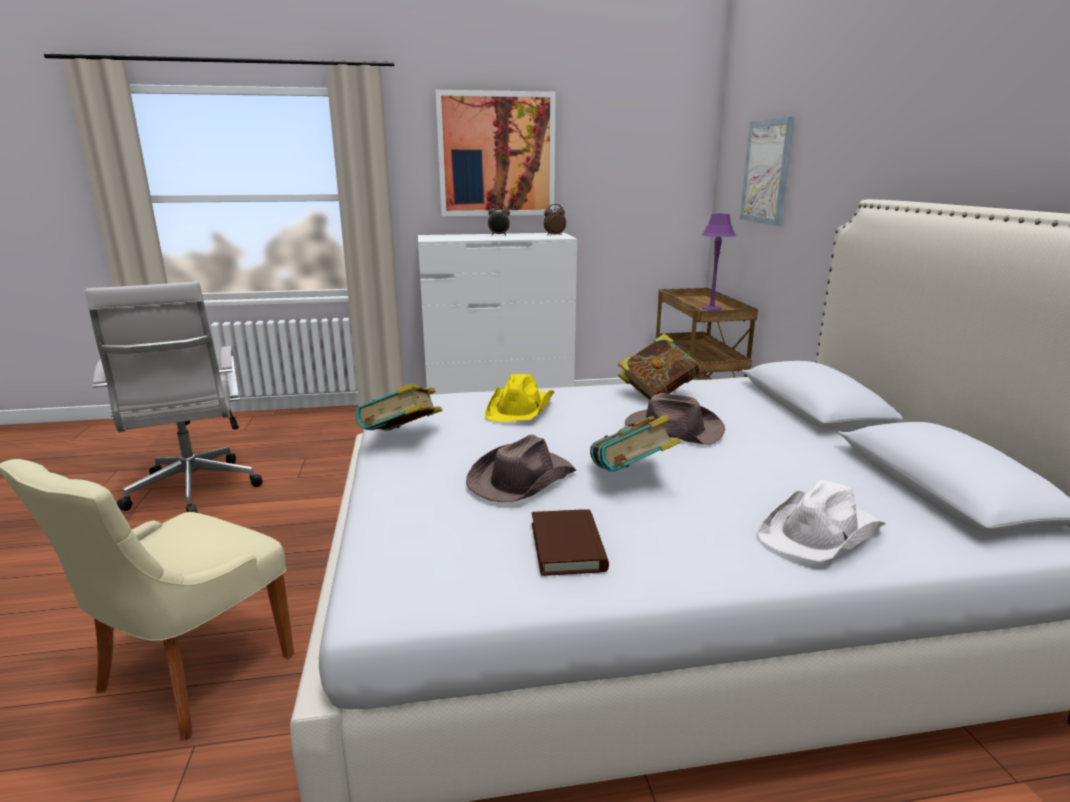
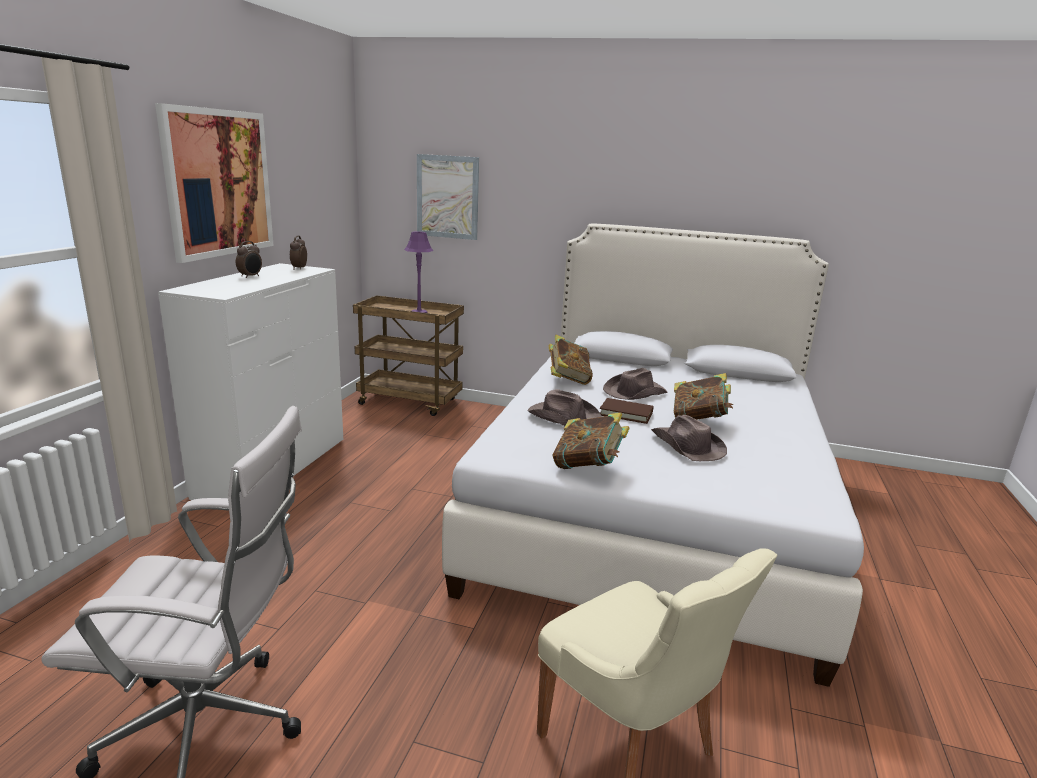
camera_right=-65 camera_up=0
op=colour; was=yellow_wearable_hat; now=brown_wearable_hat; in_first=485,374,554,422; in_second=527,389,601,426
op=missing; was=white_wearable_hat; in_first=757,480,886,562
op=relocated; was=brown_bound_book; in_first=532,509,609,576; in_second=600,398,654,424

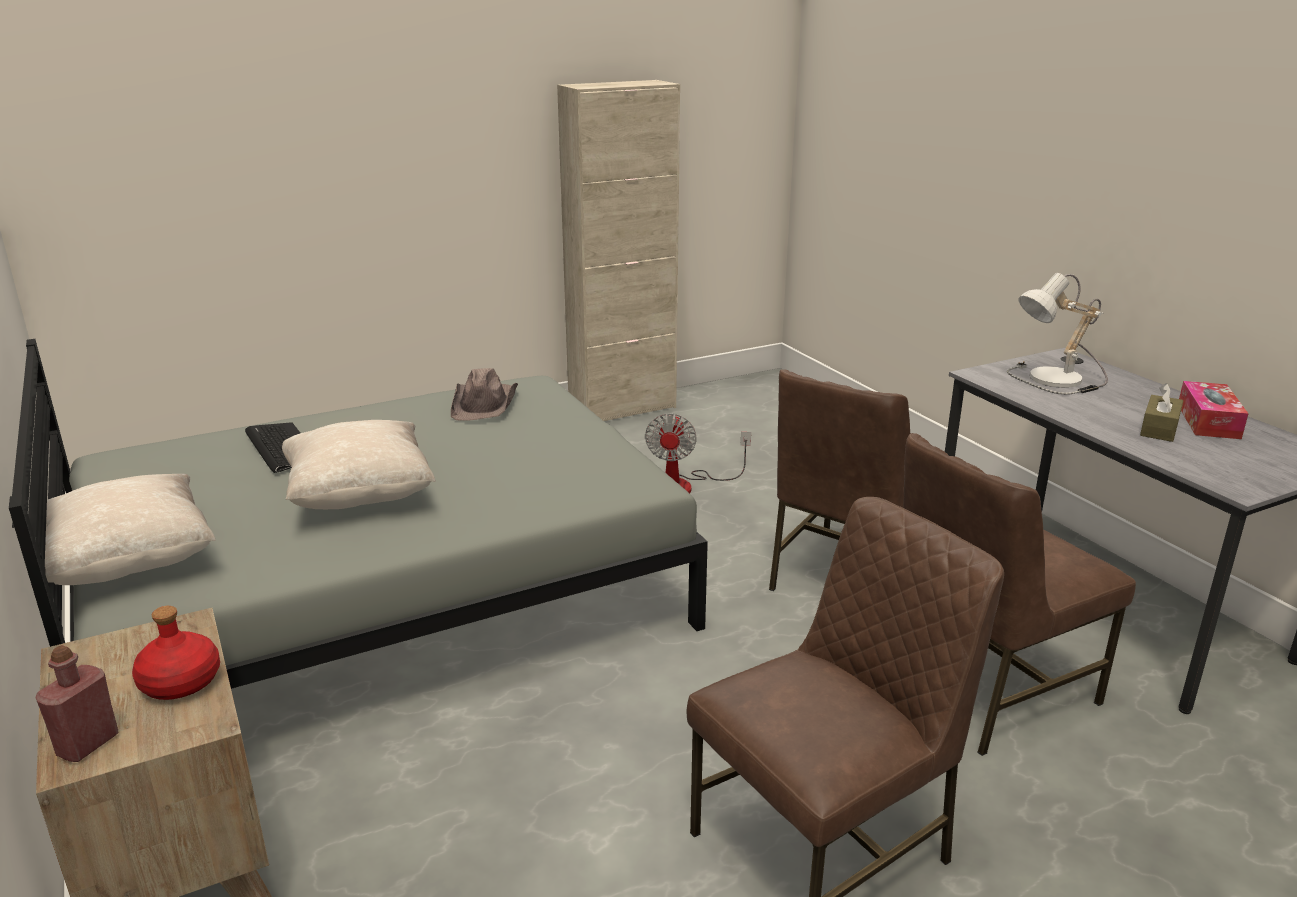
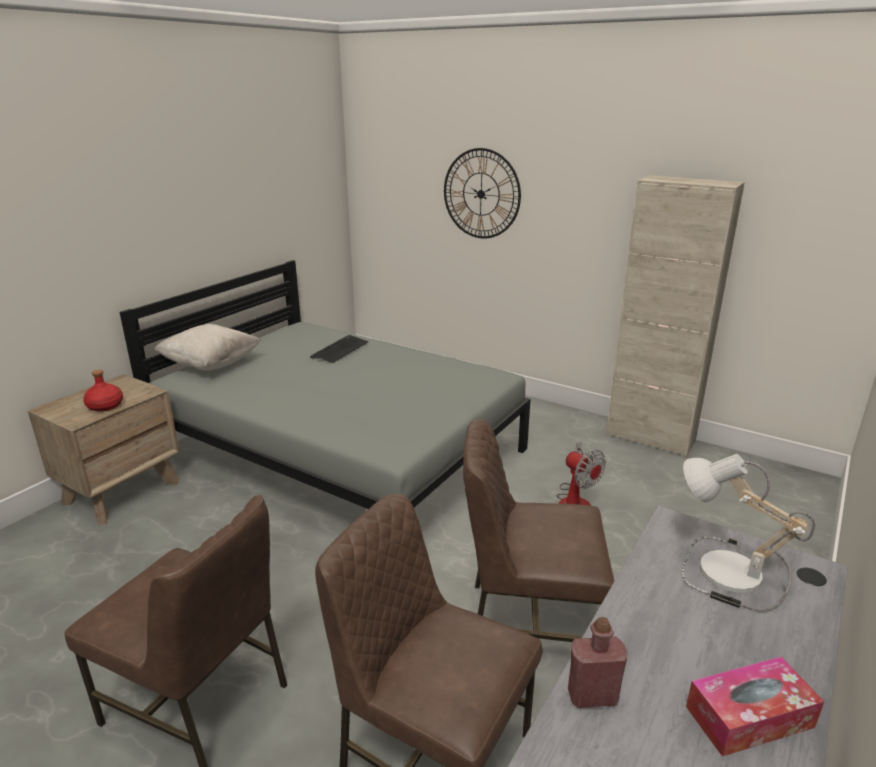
camera_right=60 camera_up=0
op=missing; was=brown_wearable_hat; in_first=451,368,518,421
op=missing; was=brown_box_of_tissues; in_first=1140,383,1183,442
op=spun; was=electric_fan; in_first=645,413,751,493; in_second=557,441,606,506; clockwise=-105
op=missing; was=beige-coloured_throw_pillow; in_first=282,420,436,509
op=relocated; was=reddish_beverage_bottle; in_first=35,645,119,762; in_second=568,617,628,708
op=appeared; now=wall_clock; in_second=444,148,521,239

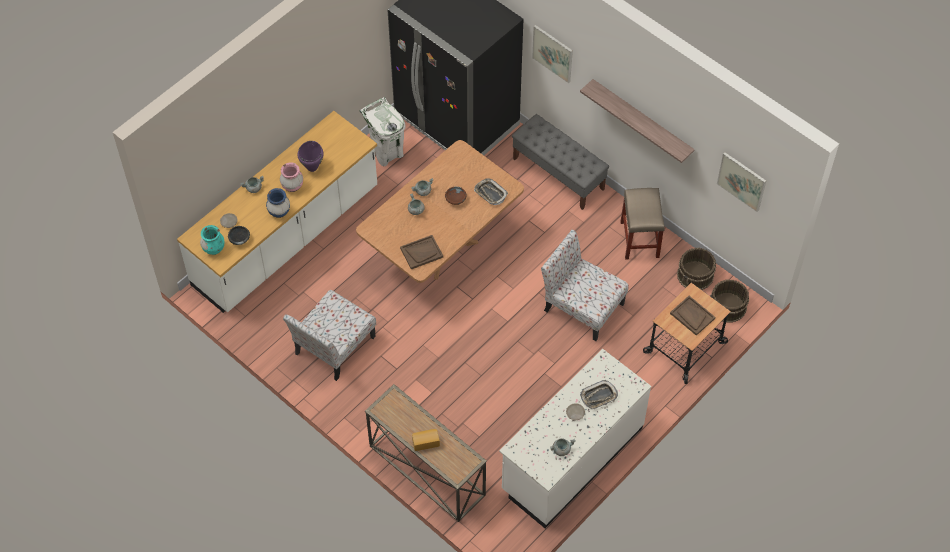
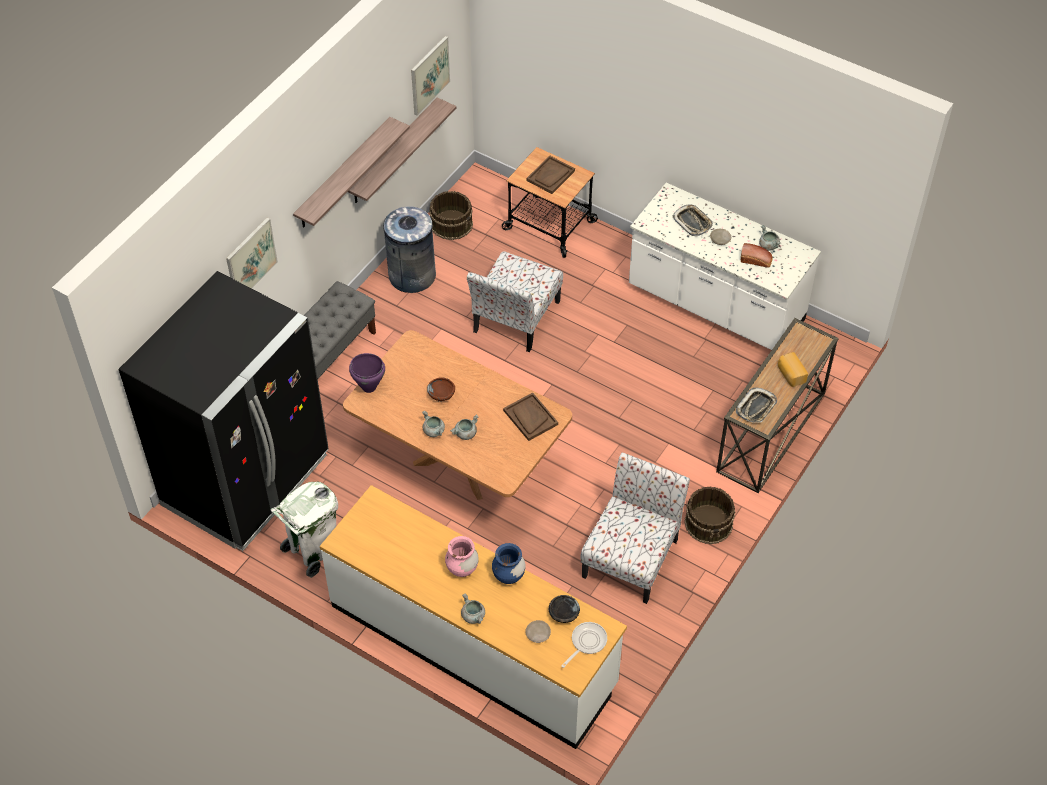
camera_right=-100 camera_up=-5
op=relocated; was=purple-coloured_stockpot; in_first=298,141,324,172; in_second=349,353,385,393
op=relocated; was=tray; in_first=474,178,508,205; in_second=736,387,777,422
op=exchanged; was=beige-coloured_stool_seat; now=gray_trash_can; in_first=620,188,665,260; in_second=383,207,436,293
op=exchanged; was=turquoise-coloured_flower_vase; now=pan; in_first=200,225,225,255; in_second=561,622,607,668
op=relocated; was=brown_pail; in_first=710,280,749,323; in_second=684,486,735,544
op=spun; was=chair; in_first=283,290,376,381; in_second=580,452,690,604; clockwise=-90
op=appeared; now=wall_shelf; in_second=348,98,456,203
op=appeared; now=bakery_bread; in_second=741,243,773,268

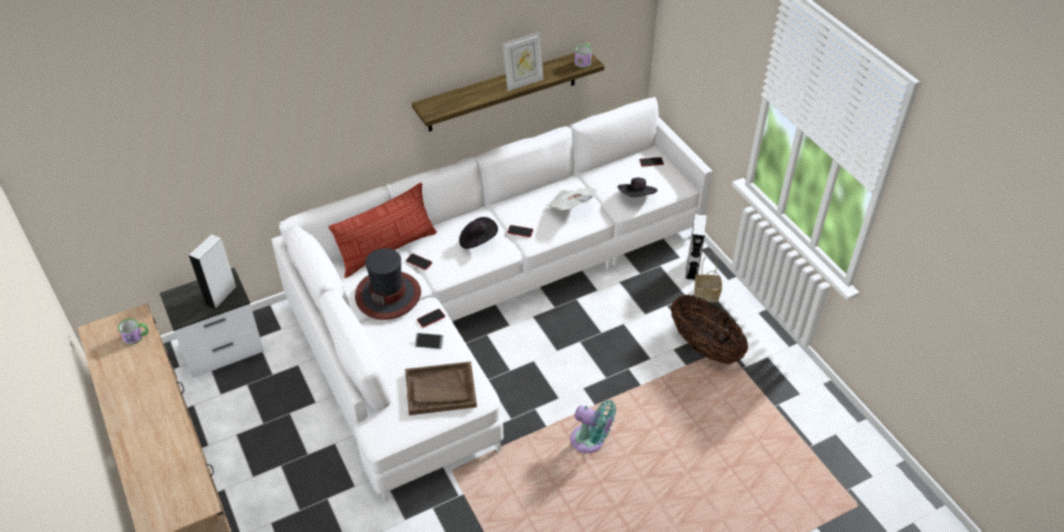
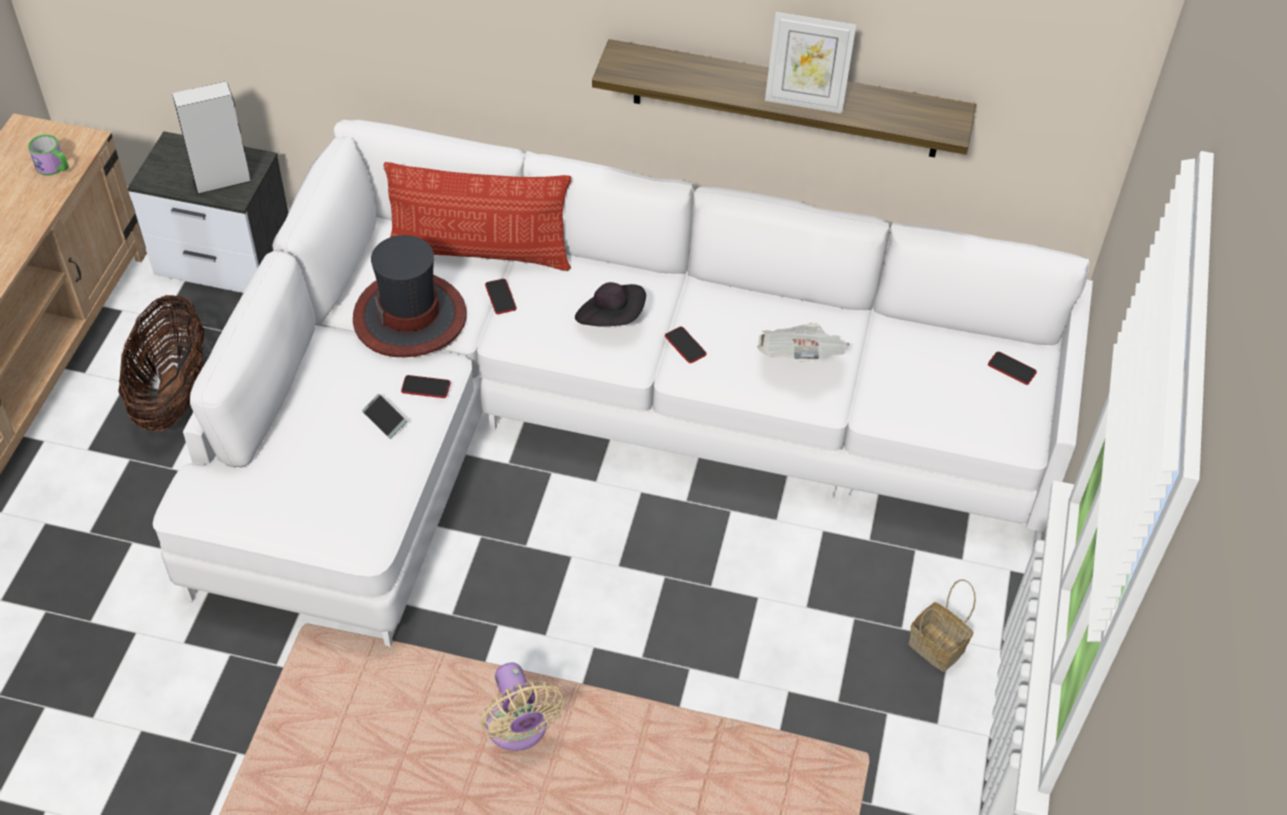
camera_right=40 camera_up=5
op=missing; was=mug; in_first=575,44,592,68
op=missing; was=black_wearable_hat; in_first=618,178,658,197
op=missing; was=gray_loudspeaker; in_first=685,214,707,280
op=relocated; was=household_basket; in_first=671,295,748,365; in_second=118,295,204,431
op=missing; was=brown_tray; in_first=405,361,477,415
op=colour; was=turquoise-coloured_electric_fan; now=beige-coloured_electric_fan; in_first=570,400,616,453; in_second=481,662,564,751

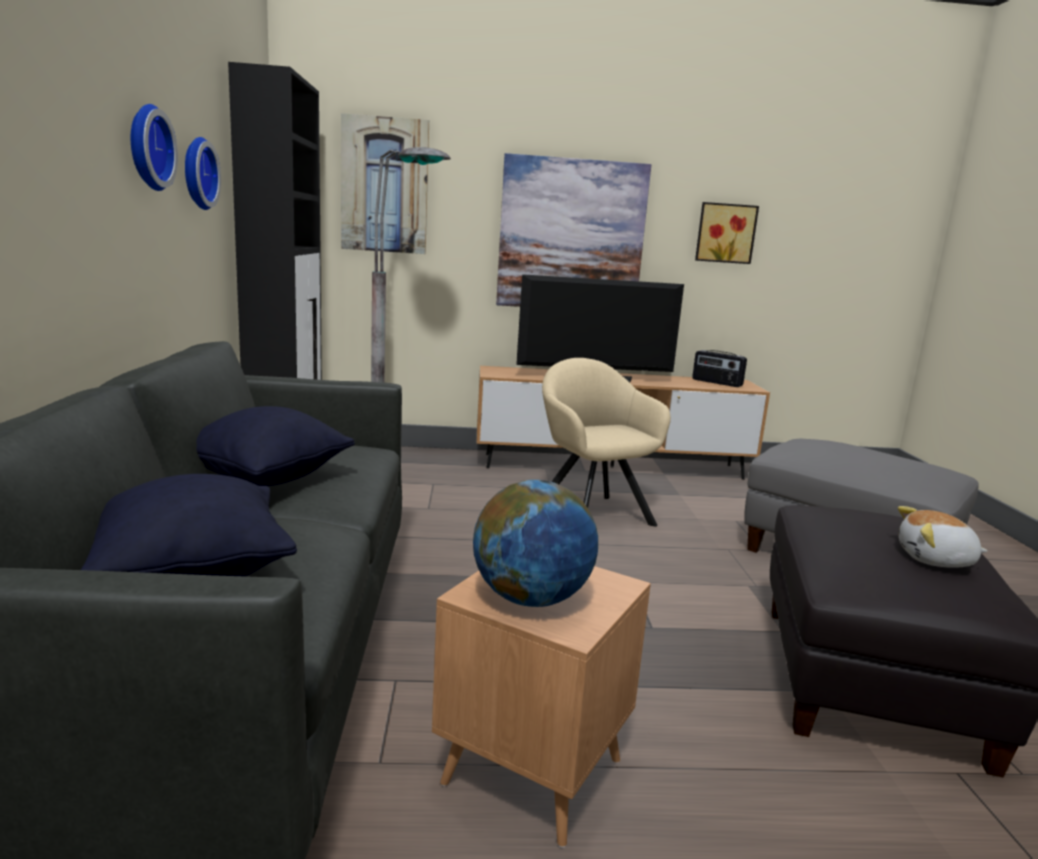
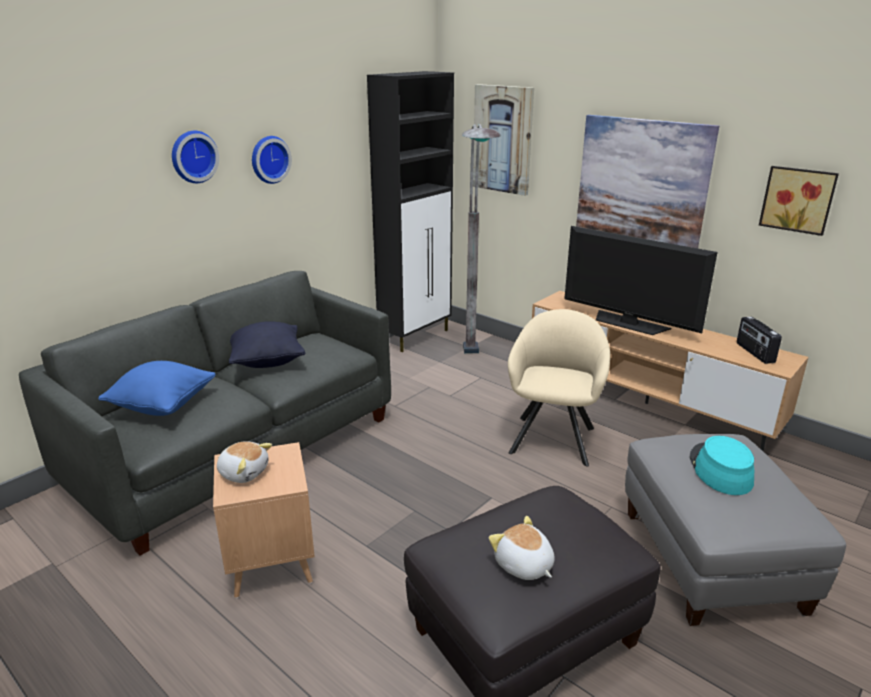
camera_right=45 camera_up=10
op=relocated; was=wall_clock; in_first=185,137,221,210; in_second=172,131,219,183
op=colour; was=black_throw_pillow; now=blue-coloured_throw_pillow; in_first=81,474,297,577; in_second=98,361,216,416
op=exchanged; was=desk_globe; now=plush_toy; in_first=473,480,598,607; in_second=217,441,272,483
op=appeared; now=turquoise-coloured_wearable_hat; in_second=690,436,754,495

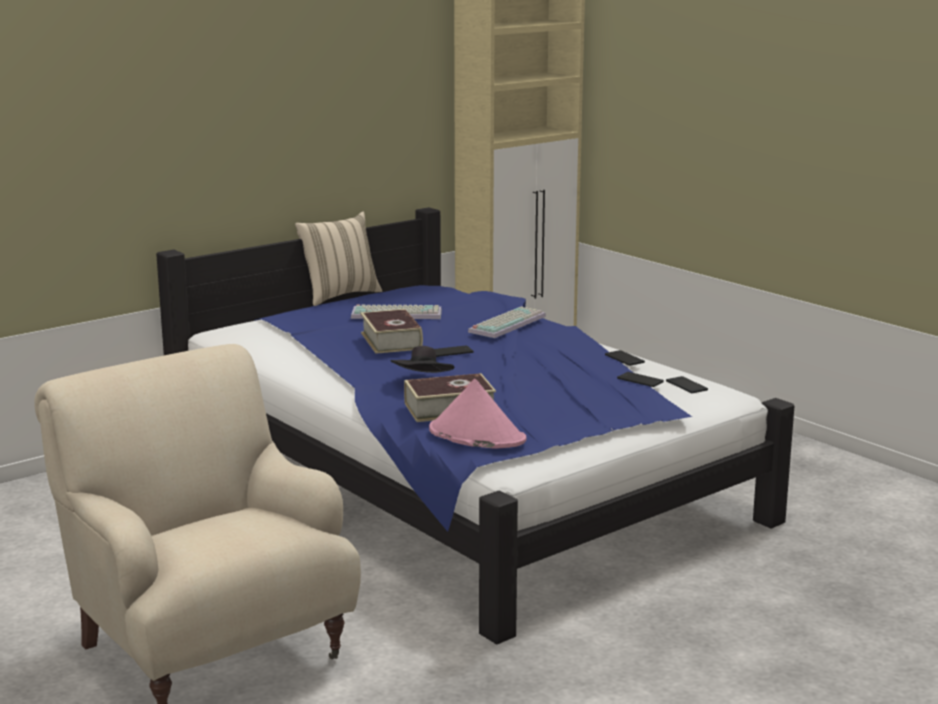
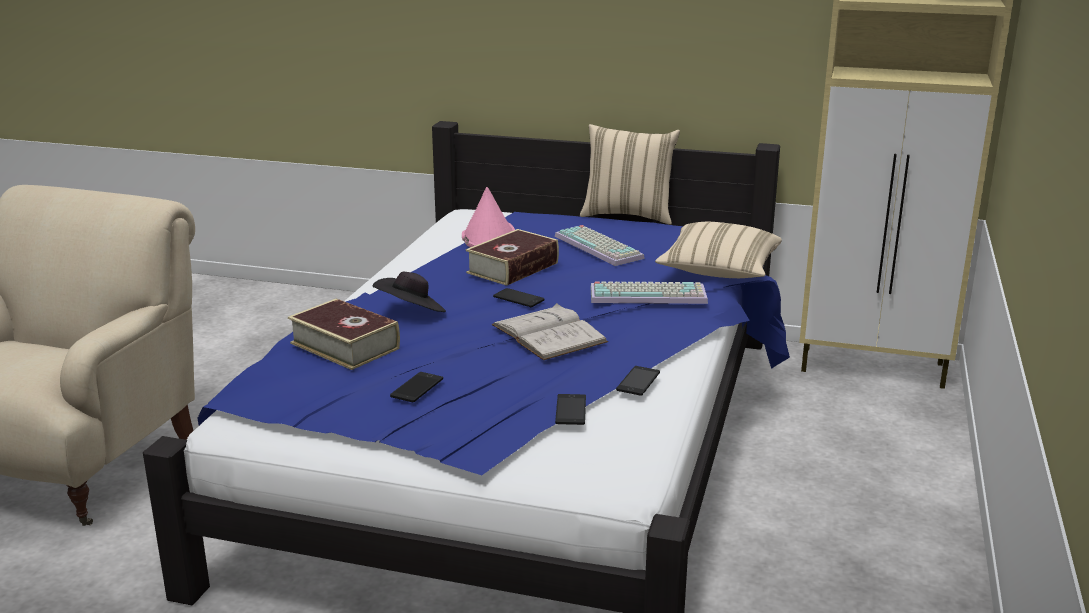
camera_right=55 camera_up=5
op=relocated; was=handset; in_first=666,376,708,393; in_second=390,372,443,402
op=relocated; was=pink-coloured_wearable_hat; in_first=429,379,526,449; in_second=462,187,515,247
op=appeared; now=beige-coloured_throw_pillow; in_second=655,222,782,278
op=appeared; now=white_bound_book; in_second=492,303,608,360

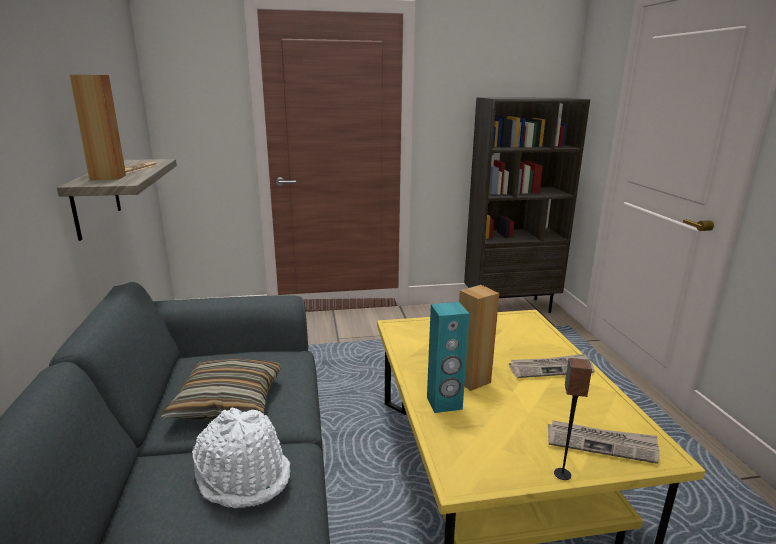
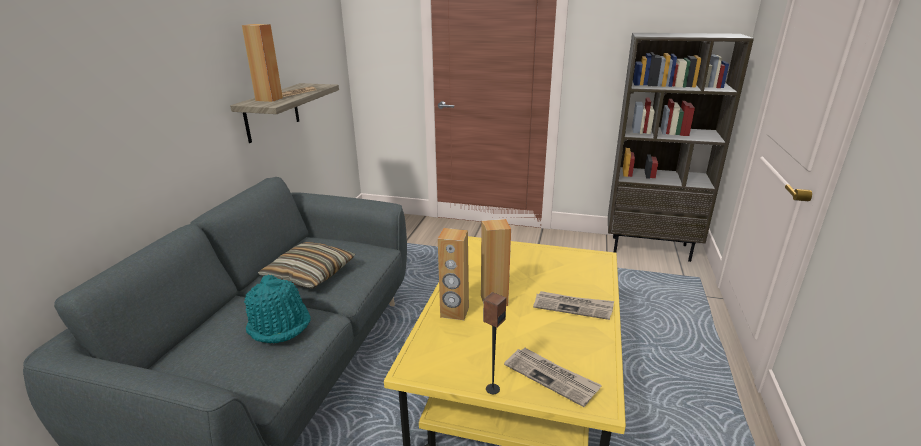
camera_right=25 camera_up=5
op=colour; was=turquoise-coloured_loudspeaker; now=brown_loudspeaker; in_first=427,302,470,413; in_second=438,228,469,320
op=colour; was=white_wearable_hat; now=turquoise-coloured_wearable_hat; in_first=192,407,290,508; in_second=244,275,311,344

